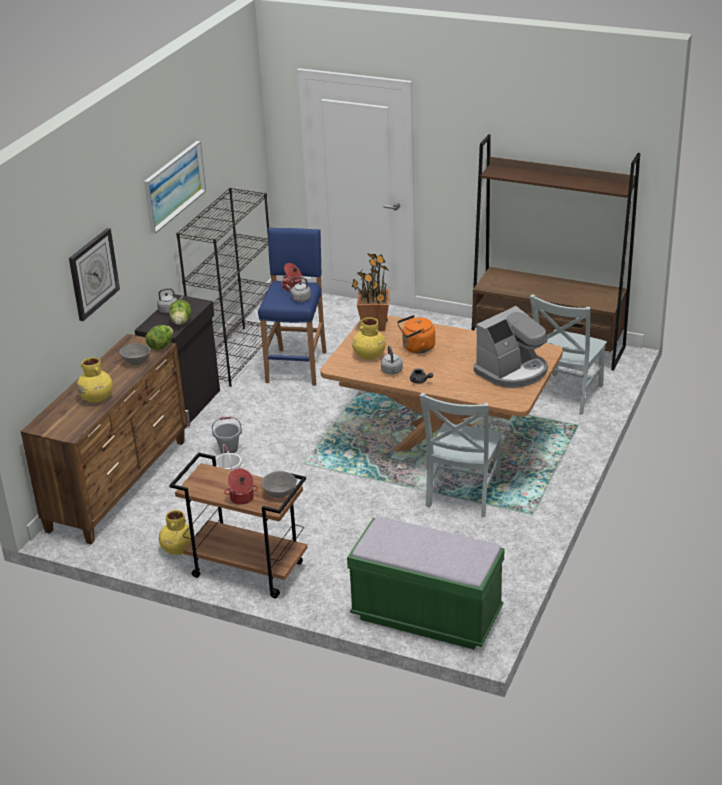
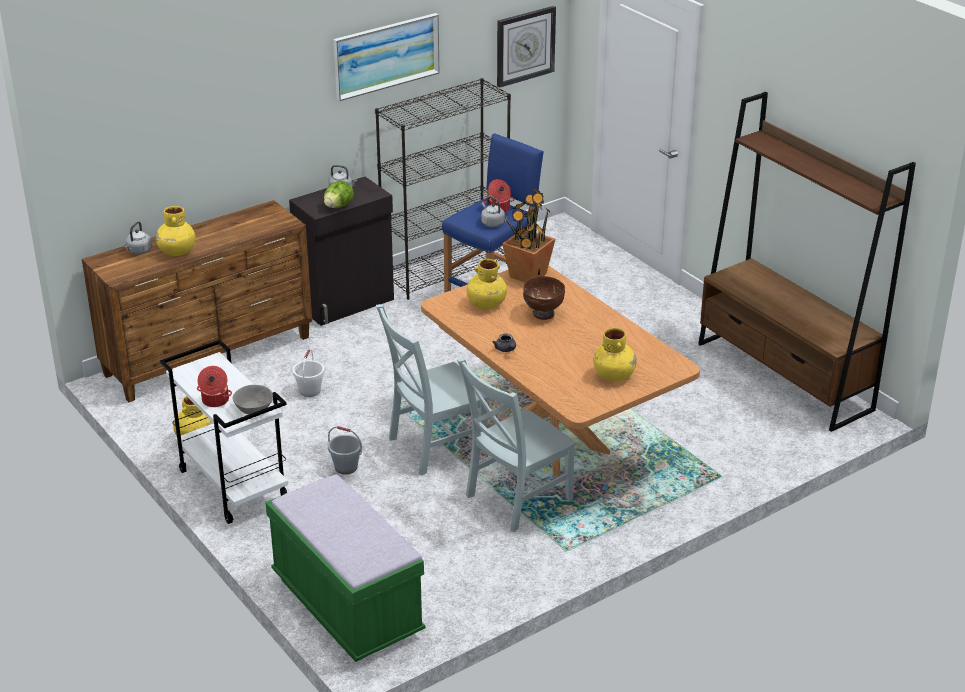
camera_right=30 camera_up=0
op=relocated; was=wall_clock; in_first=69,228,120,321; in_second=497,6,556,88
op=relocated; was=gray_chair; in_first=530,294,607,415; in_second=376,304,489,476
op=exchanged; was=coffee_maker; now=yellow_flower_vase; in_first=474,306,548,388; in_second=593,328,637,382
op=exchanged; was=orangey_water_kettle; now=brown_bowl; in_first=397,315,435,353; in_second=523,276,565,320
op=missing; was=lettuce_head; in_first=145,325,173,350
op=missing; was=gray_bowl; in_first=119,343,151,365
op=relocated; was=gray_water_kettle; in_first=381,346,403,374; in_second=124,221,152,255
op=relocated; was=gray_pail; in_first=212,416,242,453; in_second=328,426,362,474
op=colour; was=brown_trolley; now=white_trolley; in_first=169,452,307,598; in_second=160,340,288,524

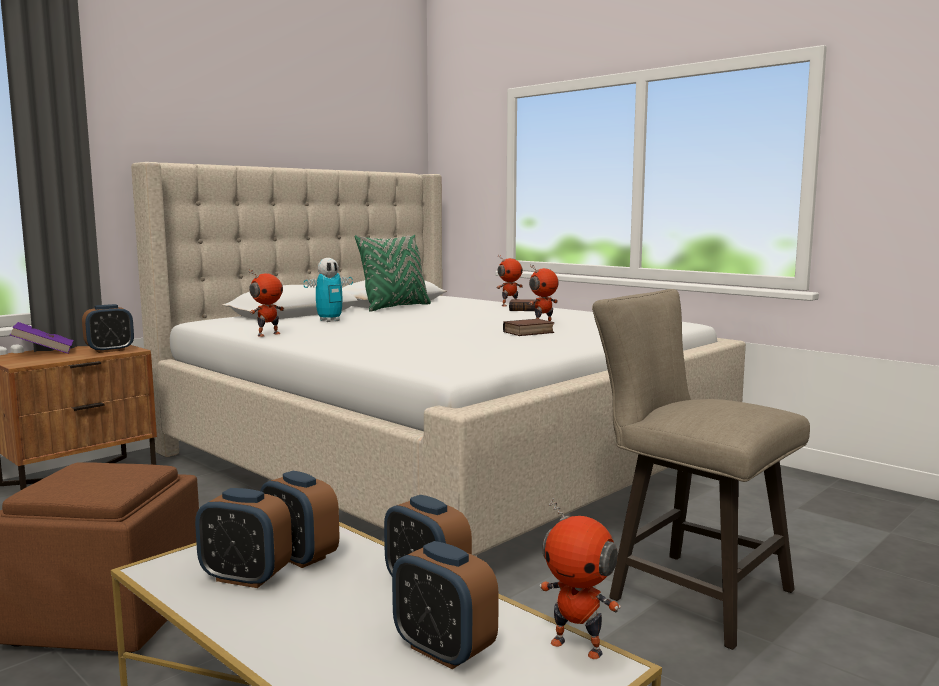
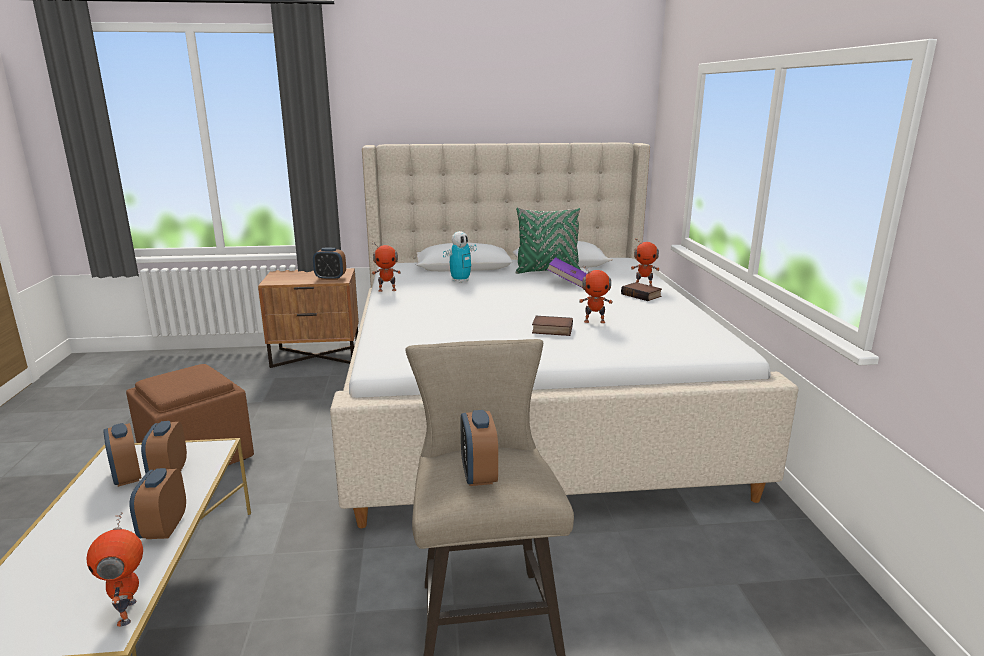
camera_right=40 camera_up=10
op=spun; was=model_robot; in_first=304,258,353,322; in_second=443,231,477,283; clockwise=-45
op=relocated; was=purple-coloured_bound_book; in_first=10,322,74,354; in_second=547,257,587,288
op=relocated; was=alarm_clock; in_first=392,541,499,670; in_second=460,410,498,486

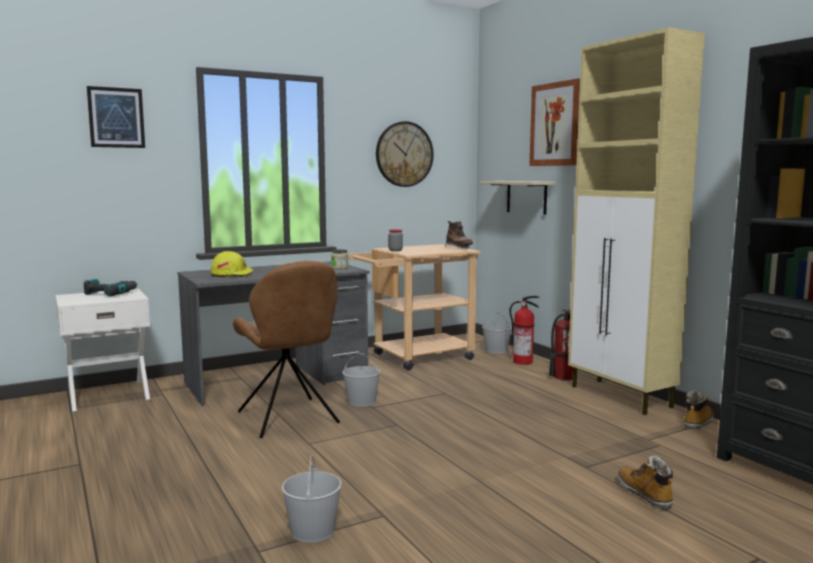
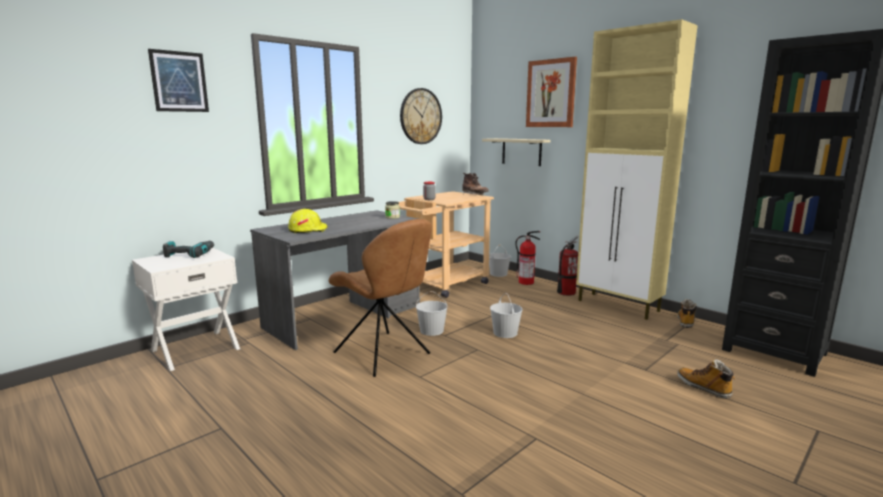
camera_right=-15 camera_up=5
op=relocated; was=white_pail; in_first=282,455,342,543; in_second=490,293,523,338

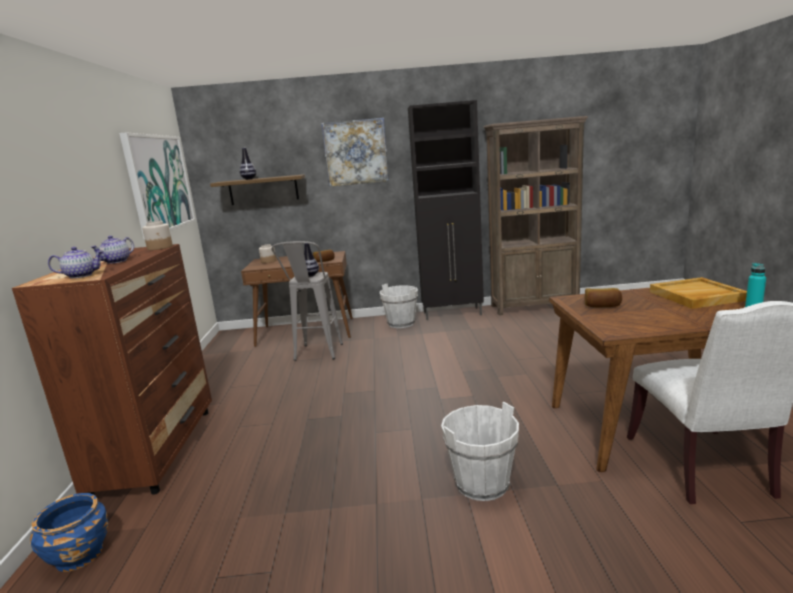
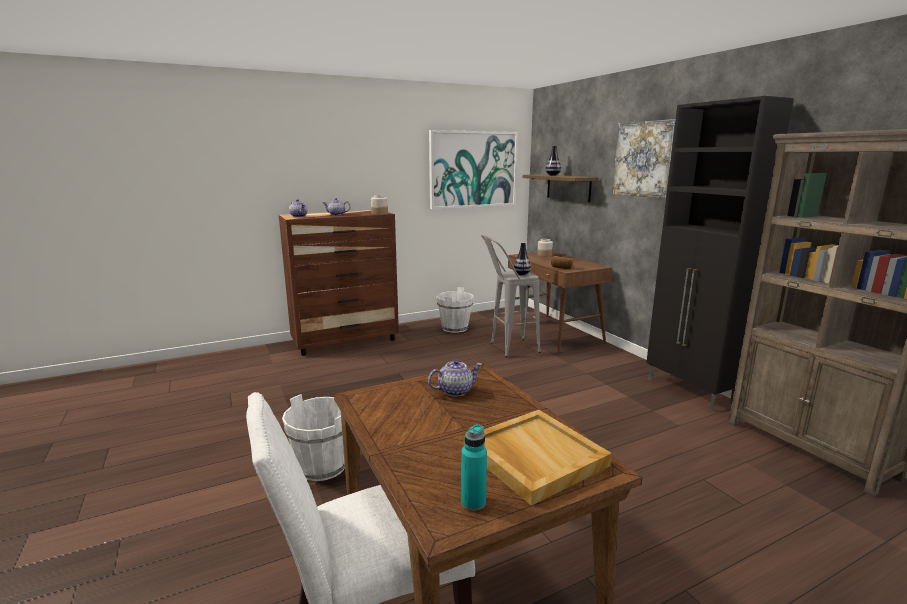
camera_right=65 camera_up=0
op=relocated; was=white_pail; in_first=380,283,418,328; in_second=437,287,474,333
op=exchanged; was=bakery_bread; now=tea_pot; in_first=585,288,622,307; in_second=428,360,482,397
op=missing; was=blue-coloured_flower_pot; in_first=30,493,108,572

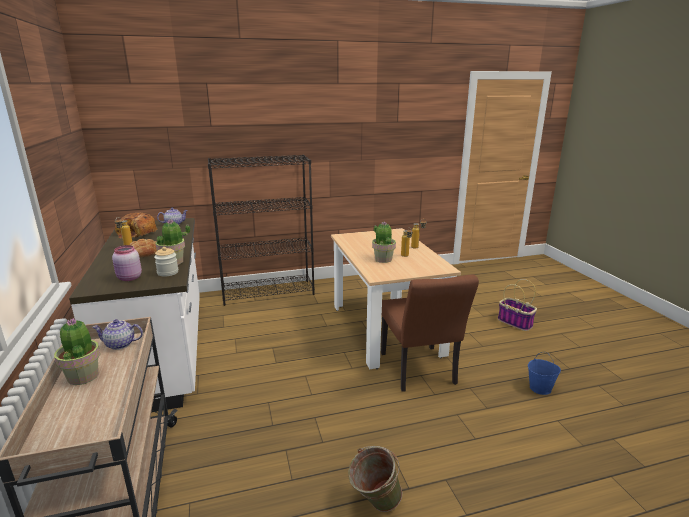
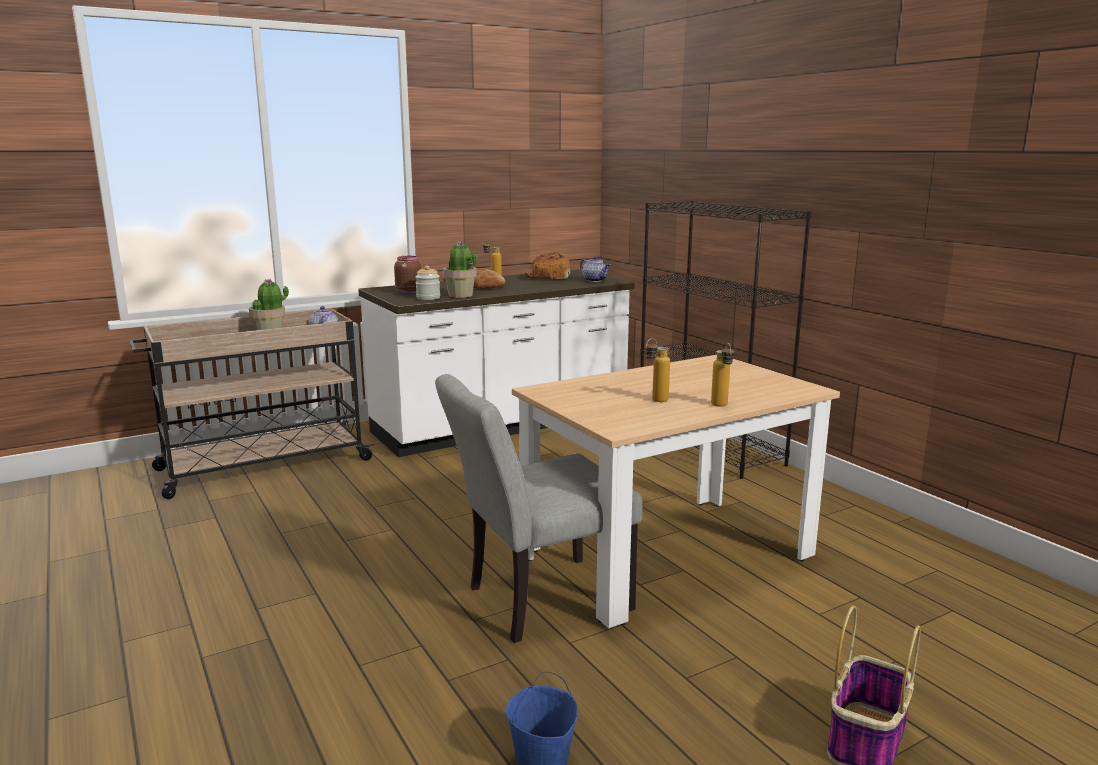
camera_right=75 camera_up=-5
op=missing; was=houseplant; in_first=372,222,396,263
op=colour; was=pink-coloured_jar; now=brown_jar; in_first=112,245,142,281; in_second=394,256,421,294
op=colour; was=brown_chair; now=gray_chair; in_first=381,275,479,392; in_second=435,374,643,643
op=missing; was=green-coloured_pail; in_first=348,446,402,512

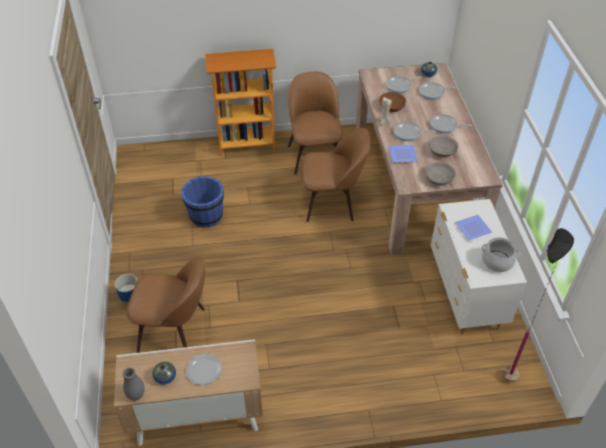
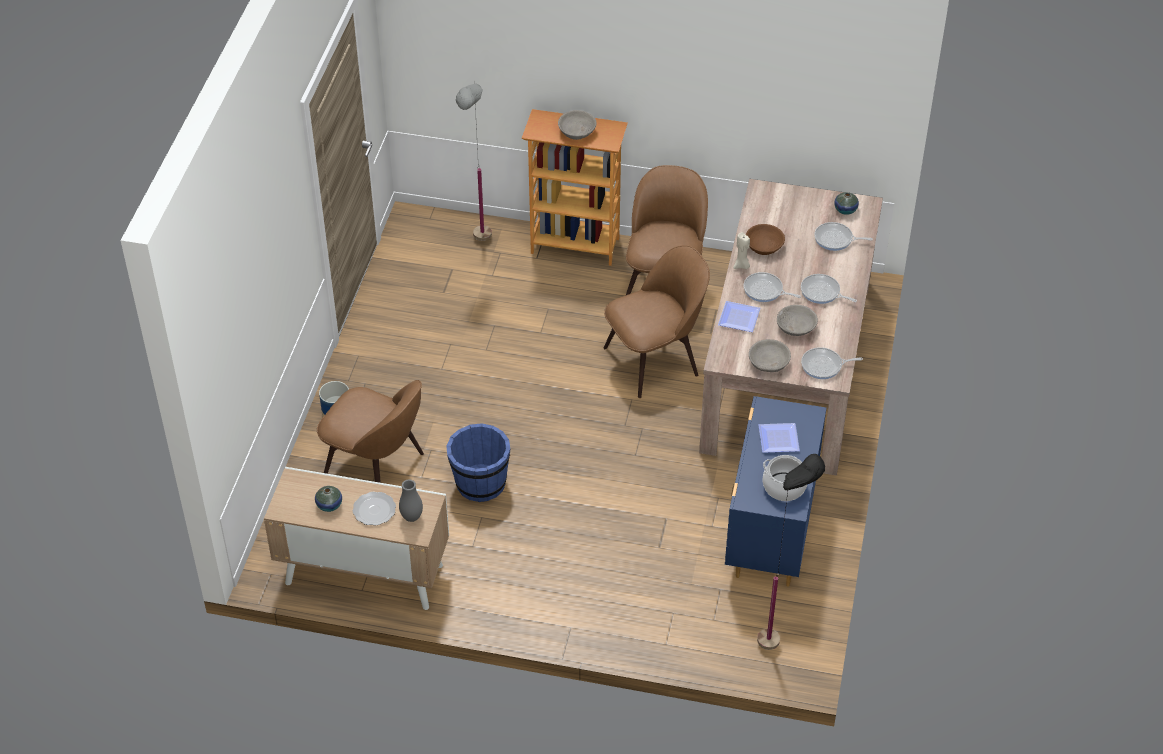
camera_right=20 camera_up=0
op=relocated; was=pan; in_first=386,76,421,93; in_second=801,347,863,379
op=spun; was=brown_chair; in_first=300,128,370,222; in_second=604,245,710,398; clockwise=-45
op=relocated; was=blue-coloured_pail; in_first=181,176,224,228; in_second=446,423,510,502
op=colour; was=white_drawer_chest; now=blue-coloured_drawer_chest; in_first=430,199,527,335; in_second=725,396,826,587
op=relocated; was=gray_flower_vase; in_first=122,367,145,400; in_second=399,479,423,522
op=appeared; now=gray_floor_lamp; in_second=456,84,492,241
op=appeared; now=gray_bowl; in_second=558,110,597,140

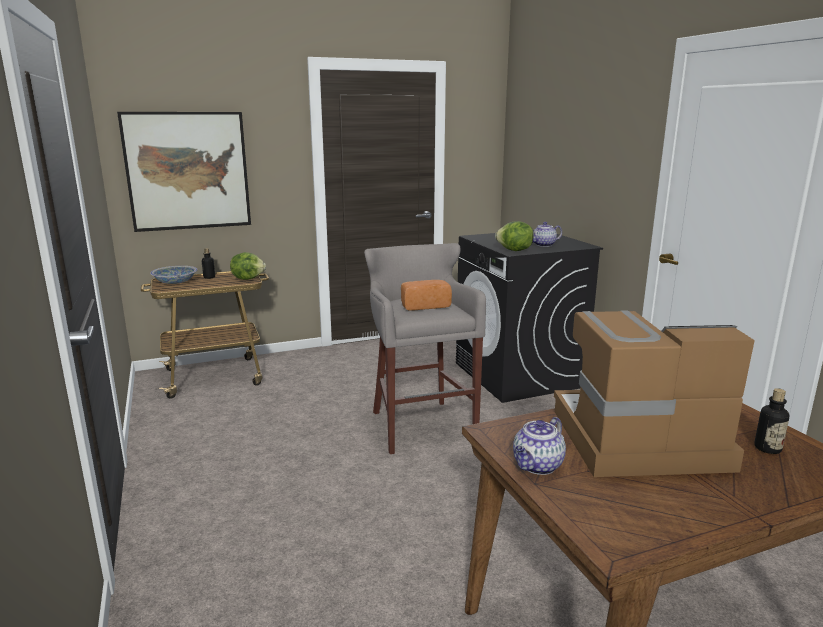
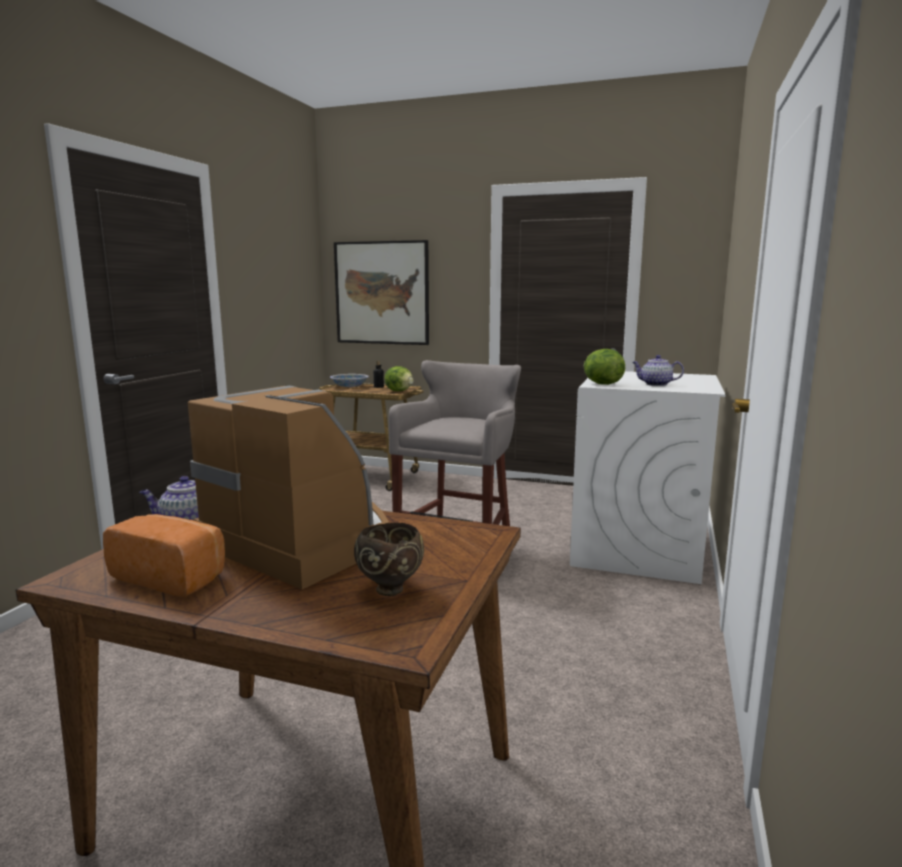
camera_right=40 camera_up=-5
op=colour; was=black_washing_machine; now=white_washing_machine; in_first=456,230,603,403; in_second=570,371,726,584
op=relocated; was=bakery_bread; in_first=401,280,452,311; in_second=103,514,225,597
op=exchanged; was=beverage_bottle; now=brown_bowl; in_first=754,388,789,454; in_second=354,523,424,596

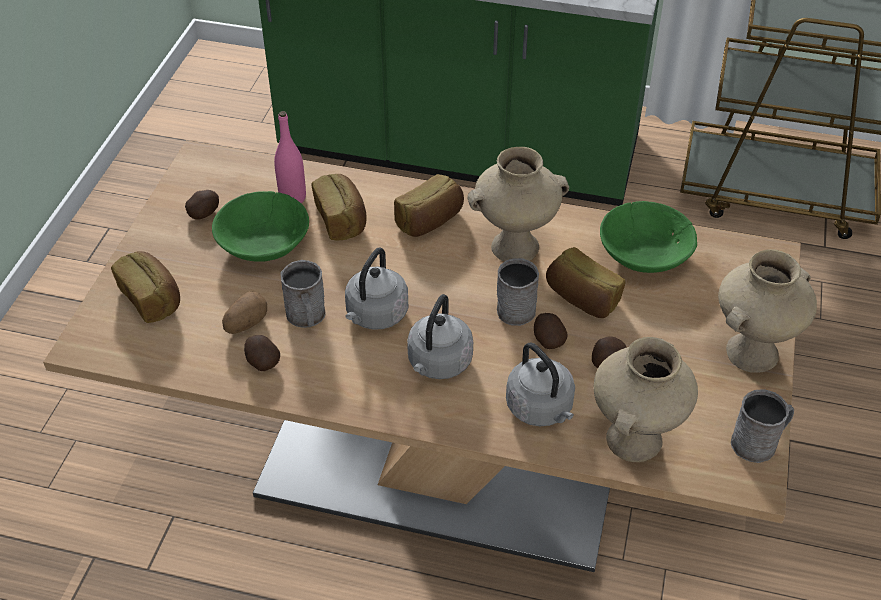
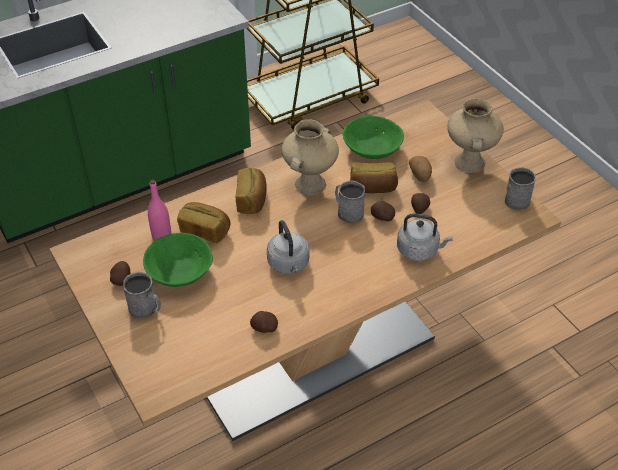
camera_right=-45 camera_up=0
op=missing; was=bakery_bread; in_first=111,251,180,323
op=relocated; was=gray_mug; in_first=281,260,326,328; in_second=123,272,161,319
op=relocated; was=potato; in_first=222,292,267,334; in_second=409,156,432,182
op=missing; was=gray_water_kettle; in_first=407,294,473,379
op=missing; was=beige-coloured_flower_vase; in_first=593,337,698,462

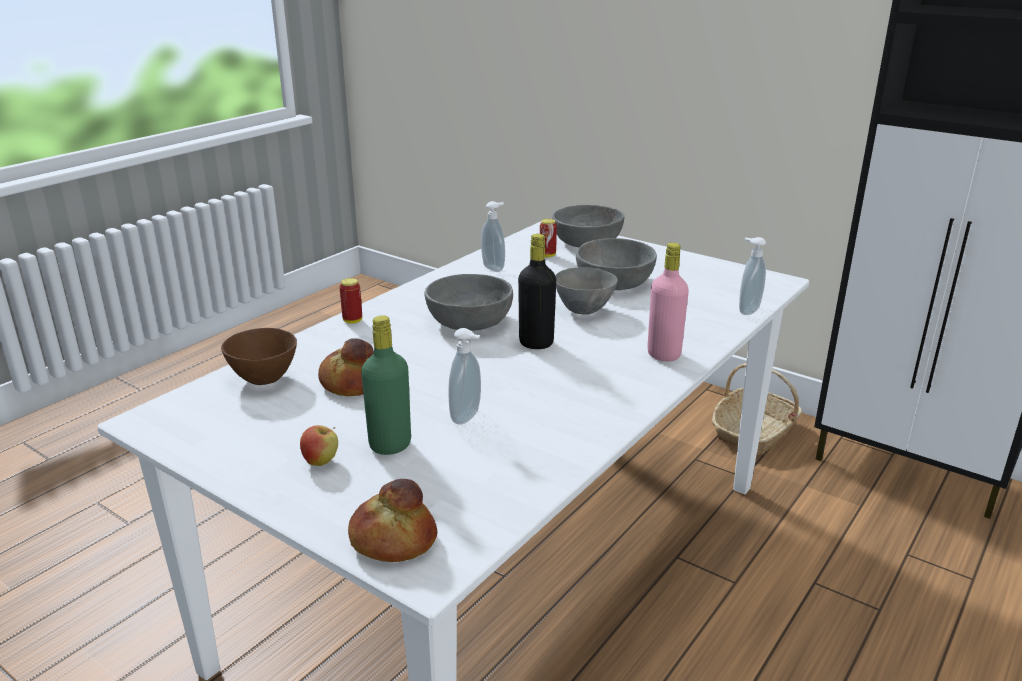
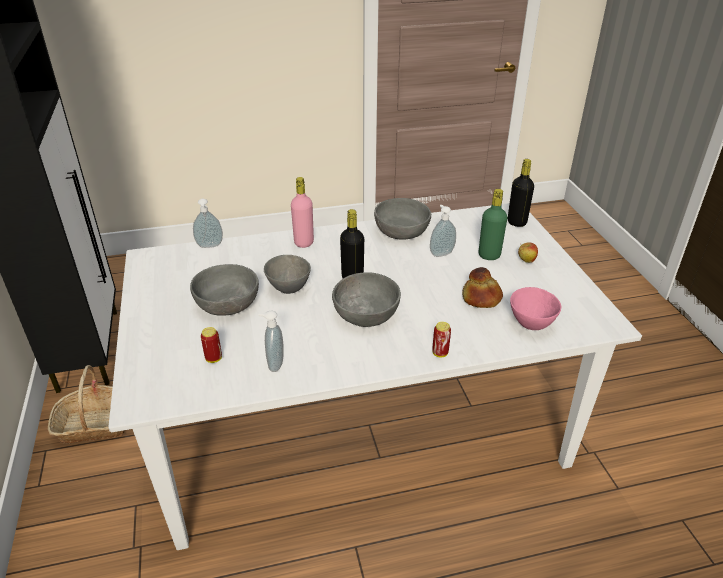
camera_right=-140 camera_up=10
op=relocated; was=gray_bowl; in_first=552,205,624,247; in_second=374,198,431,240
op=colour; was=brown_bowl; now=pink-coloured_bowl; in_first=221,328,297,385; in_second=510,287,561,330
op=exchanged; was=bakery_bread; now=black_beverage_bottle; in_first=348,479,437,562; in_second=508,159,534,227

